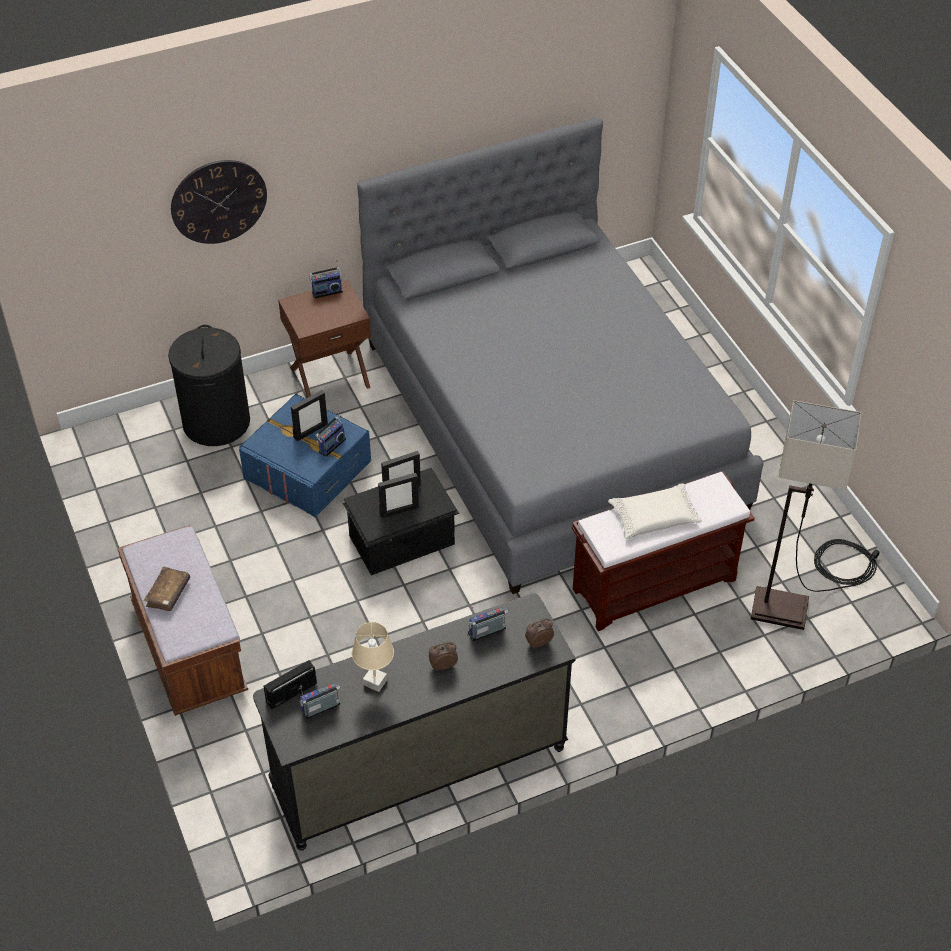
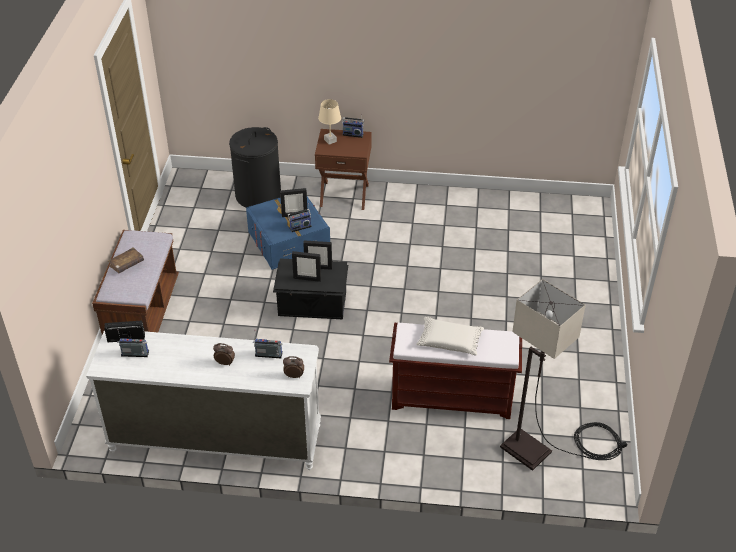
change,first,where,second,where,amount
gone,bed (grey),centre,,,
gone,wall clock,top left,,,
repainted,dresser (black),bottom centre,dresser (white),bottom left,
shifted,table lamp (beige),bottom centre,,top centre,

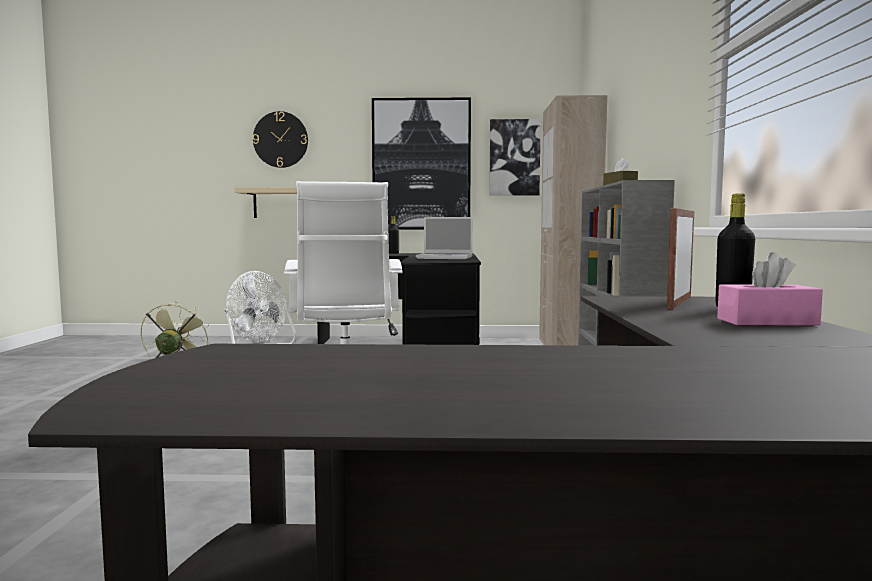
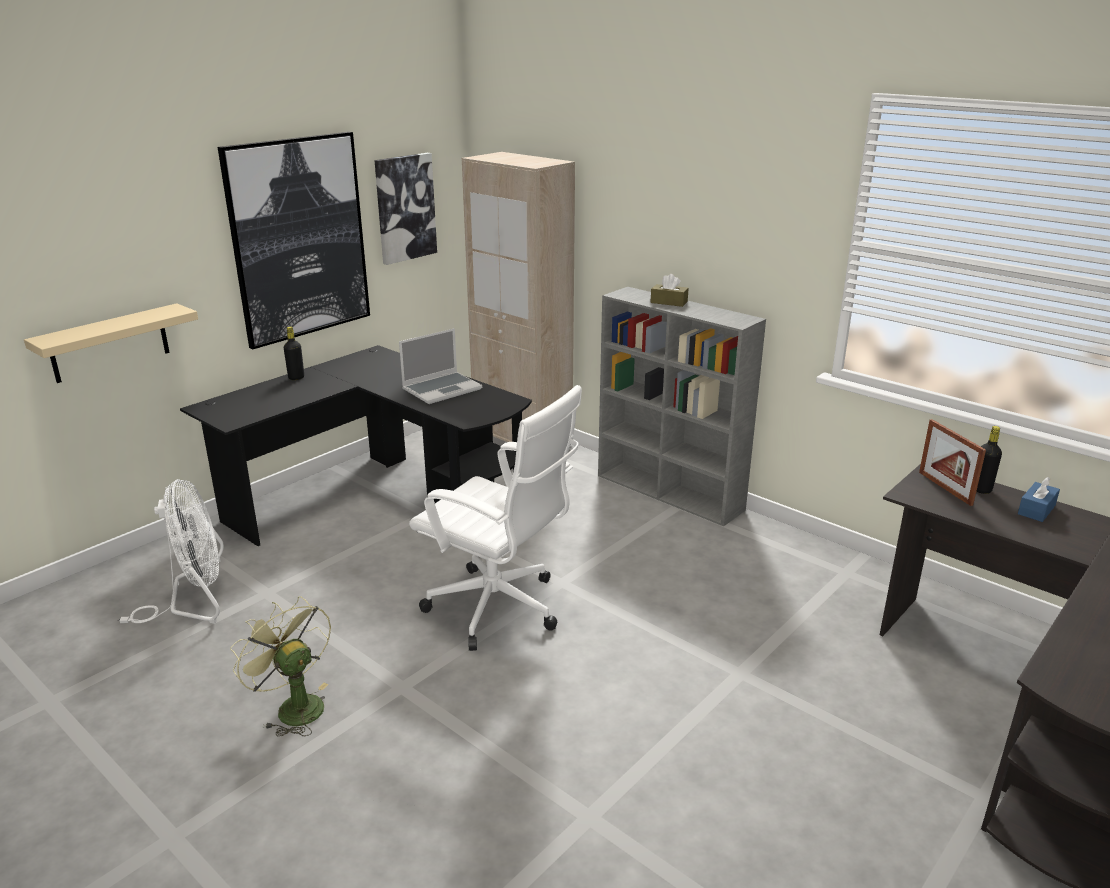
change,first,where,second,where,amount
gone,wall clock,top left,,,
repainted,tissue box (pink),middle right,tissue box (blue),middle right,

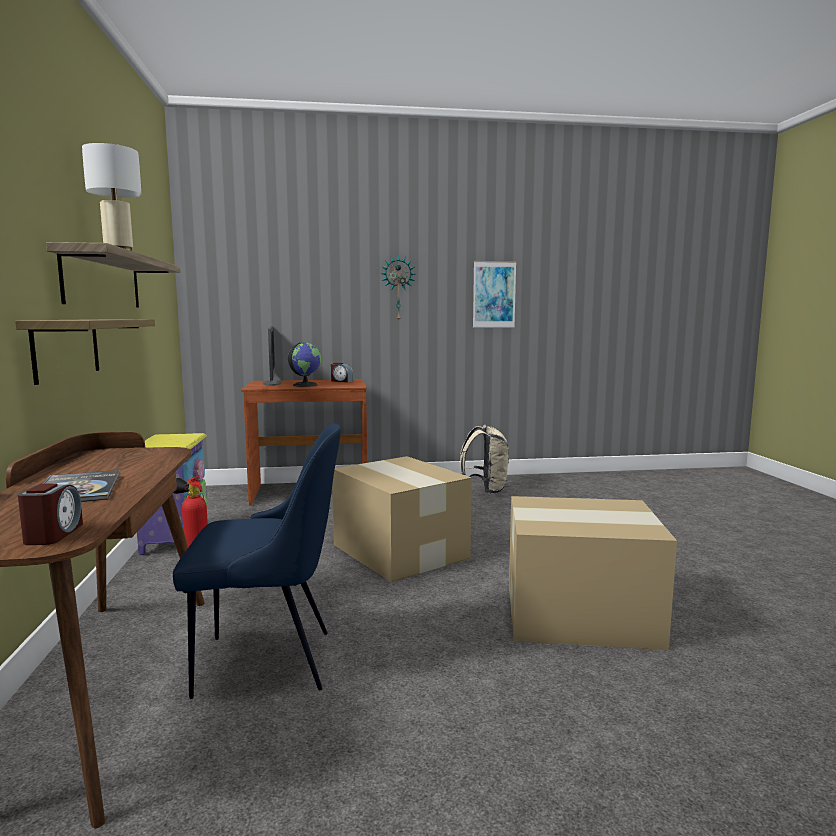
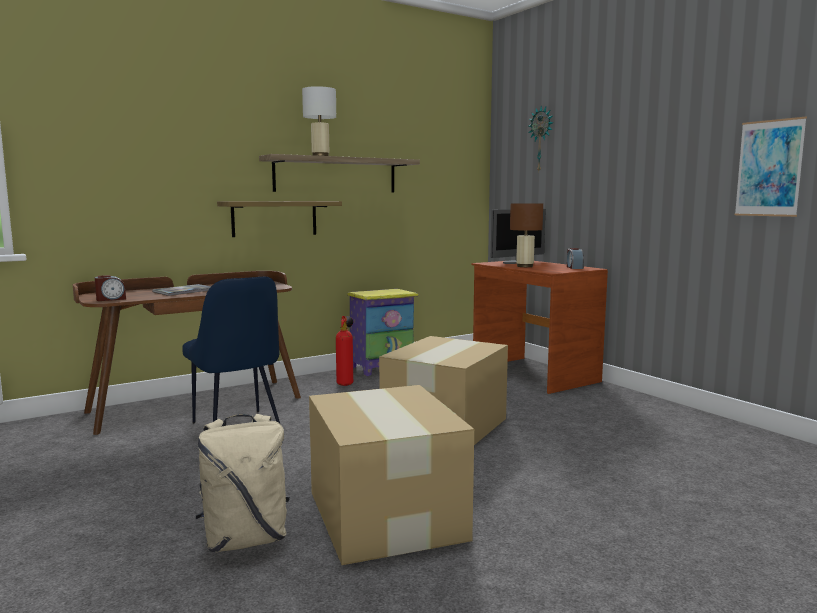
change,first,where,second,where,amount
shifted,wall clock,centre,,top centre,
swapped,globe,centre,table lamp (brown),centre,
shifted,backpack (beige),centre,,bottom left,

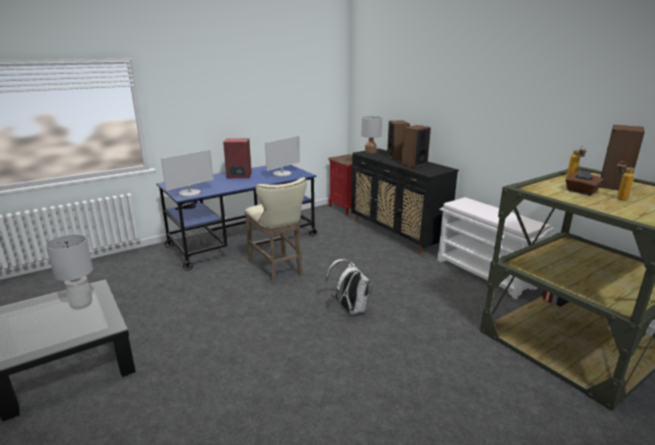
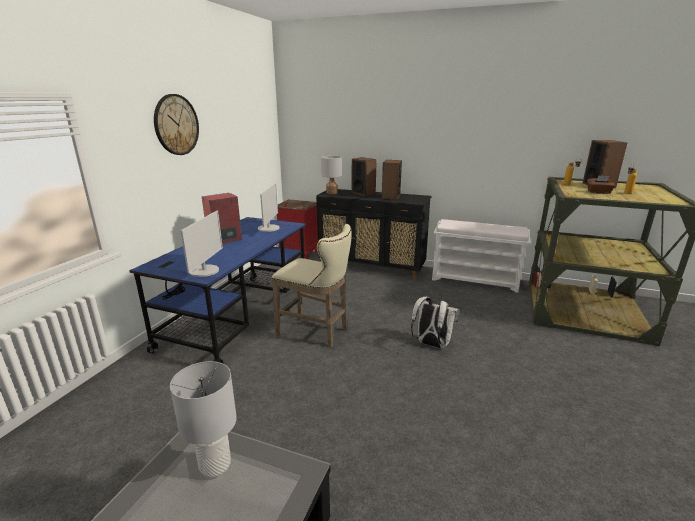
change,first,where,second,where,amount
new,,,wall clock,top left,

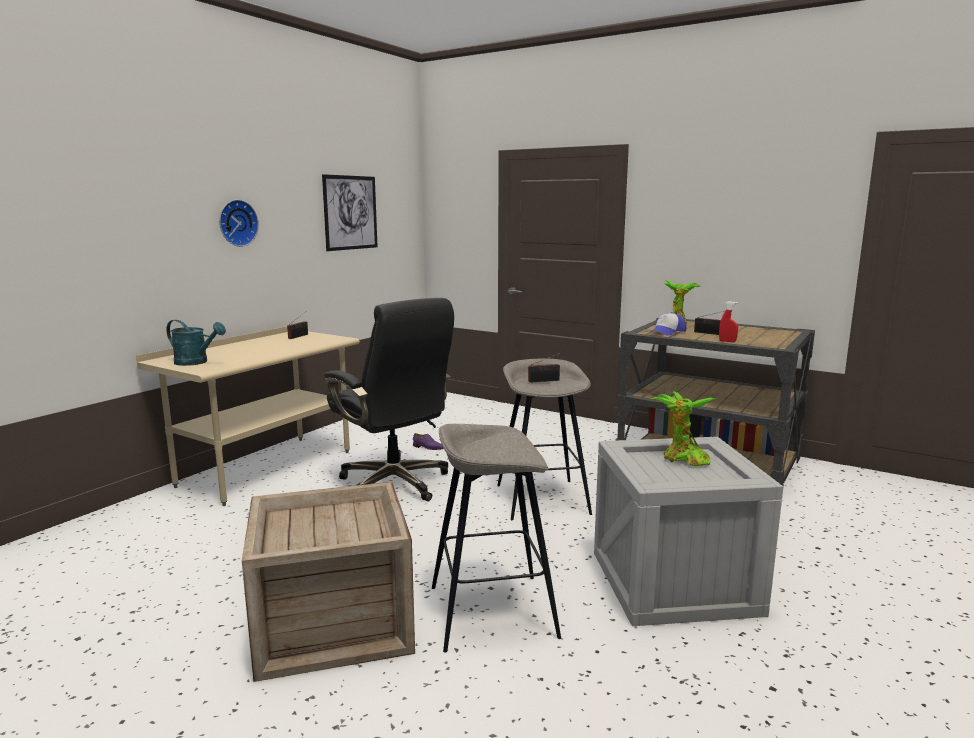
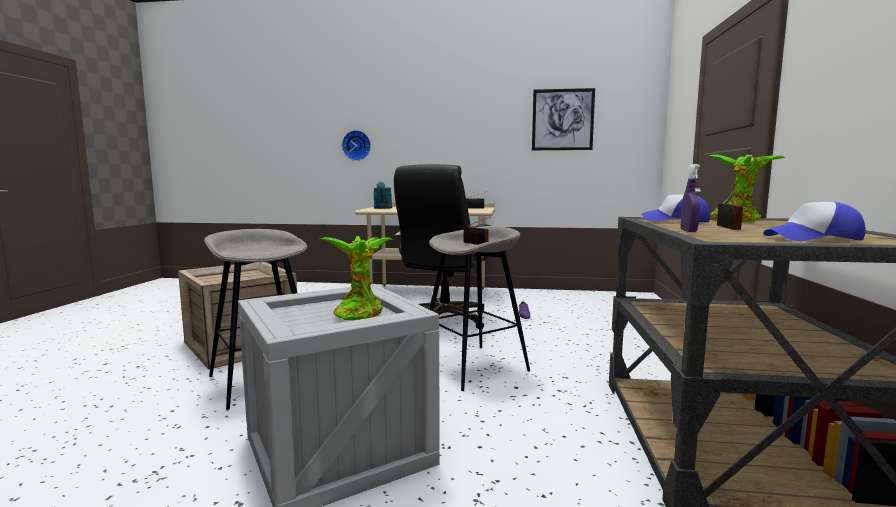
change,first,where,second,where,amount
shifted,wall clock,top left,,top centre,
repainted,spray bottle (red),middle right,spray bottle (purple),middle right,
new,,,cap (no. 2 from left),middle right,

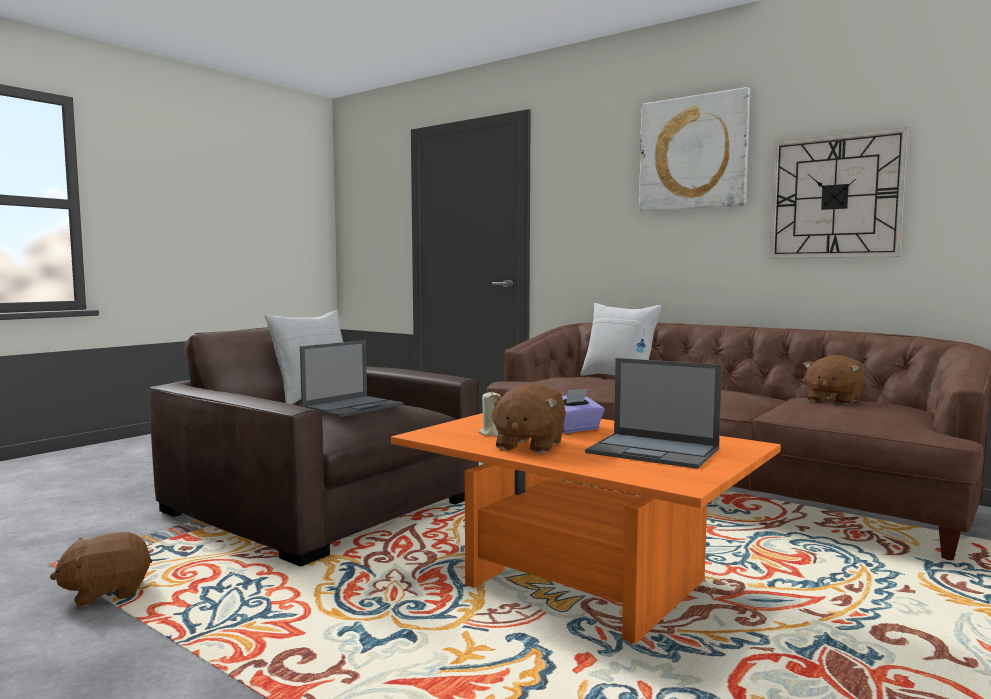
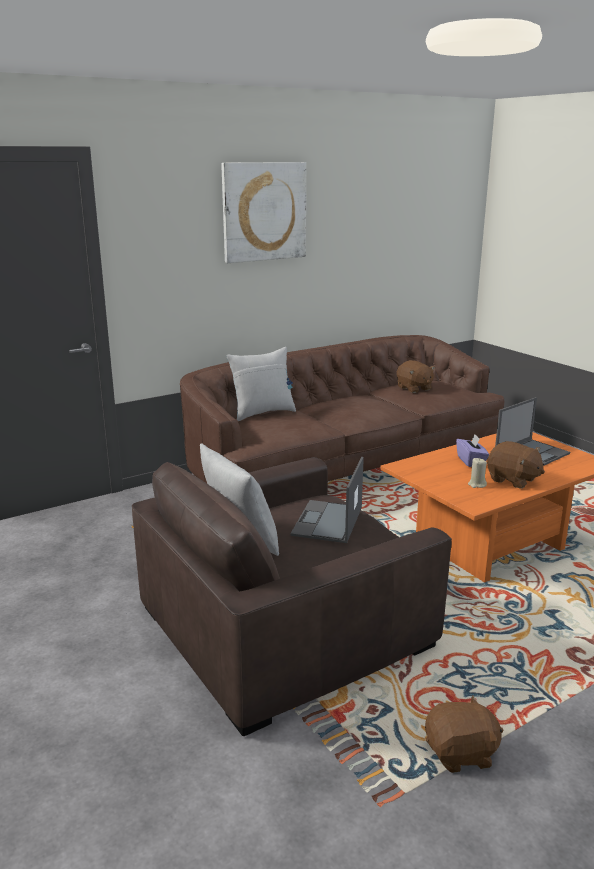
change,first,where,second,where,amount
gone,wall clock,top right,,,
rotated,laptop (no. 1 from left),centre,,centre,135 degrees counterclockwise
rotated,plush toy (brown) (no. 1 from left in the first image),bottom left,plush toy (brown) (no. 2 from left),bottom right,90 degrees counterclockwise

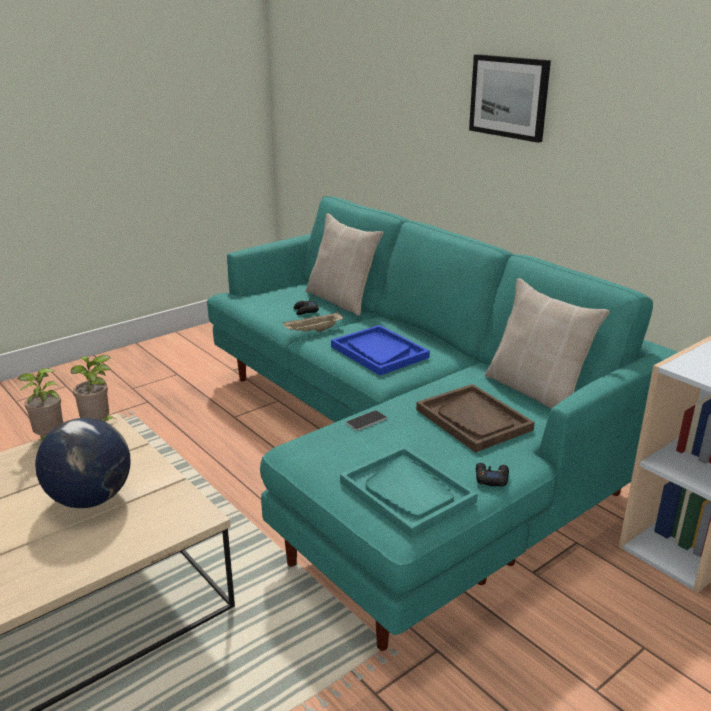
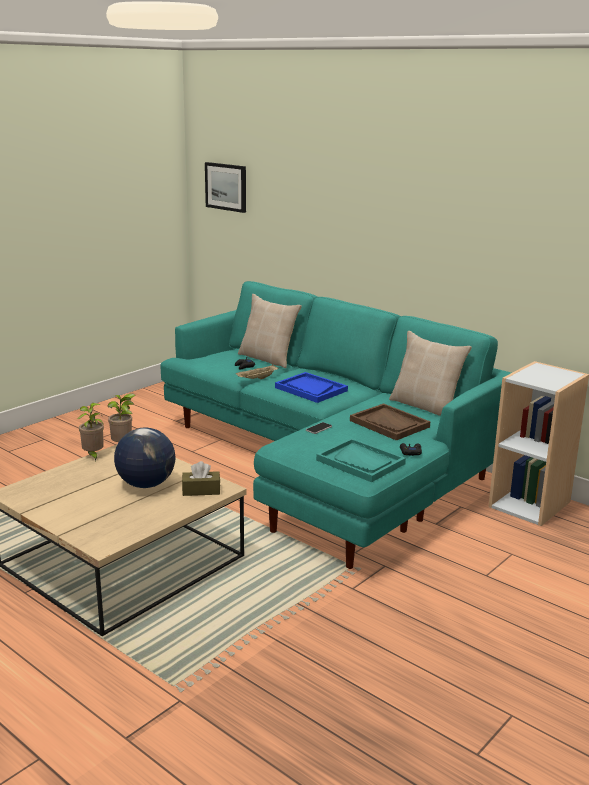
change,first,where,second,where,amount
shifted,picture,top right,,top centre,
new,,,tissue box (brown),centre,

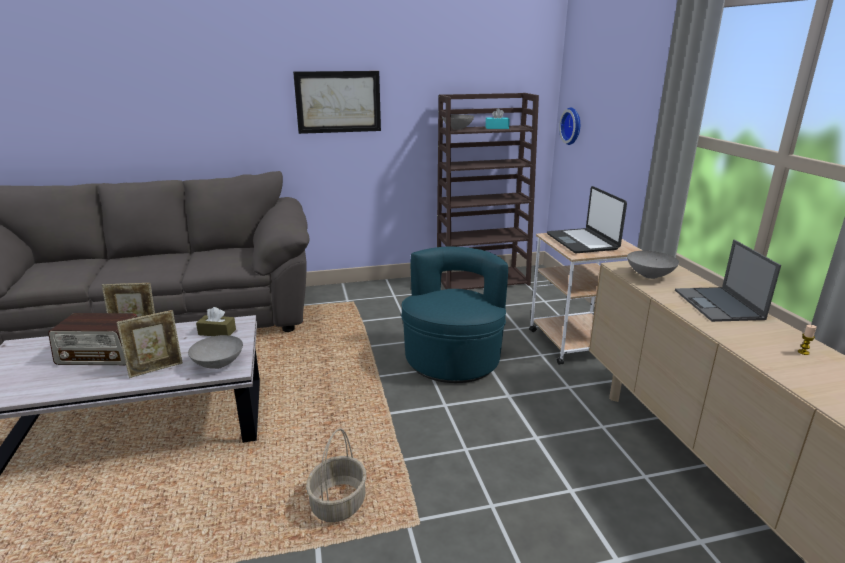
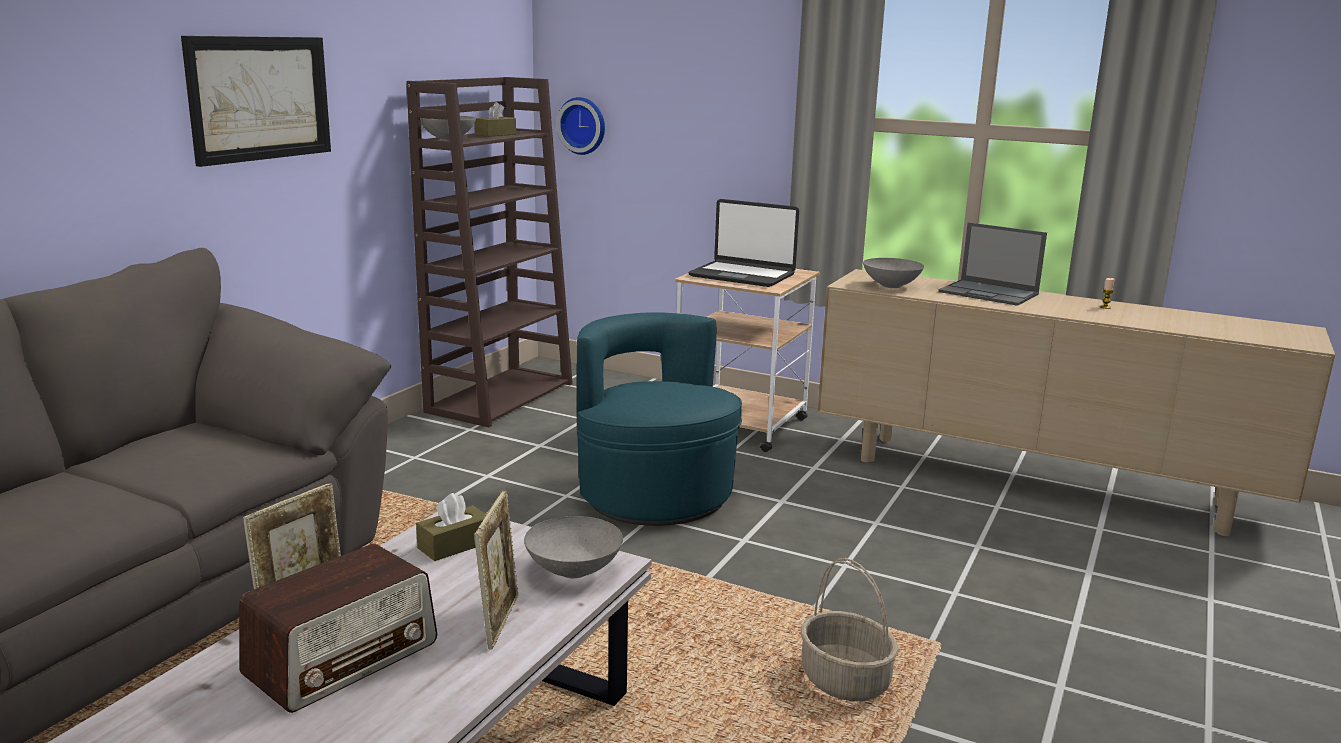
change,first,where,second,where,amount
repainted,tissue box (turquoise),top centre,tissue box (brown) (no. 2 from left),top centre,

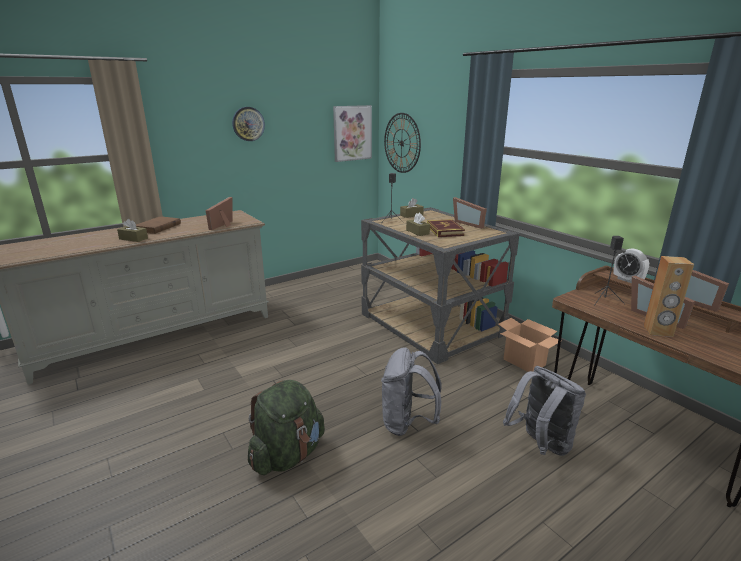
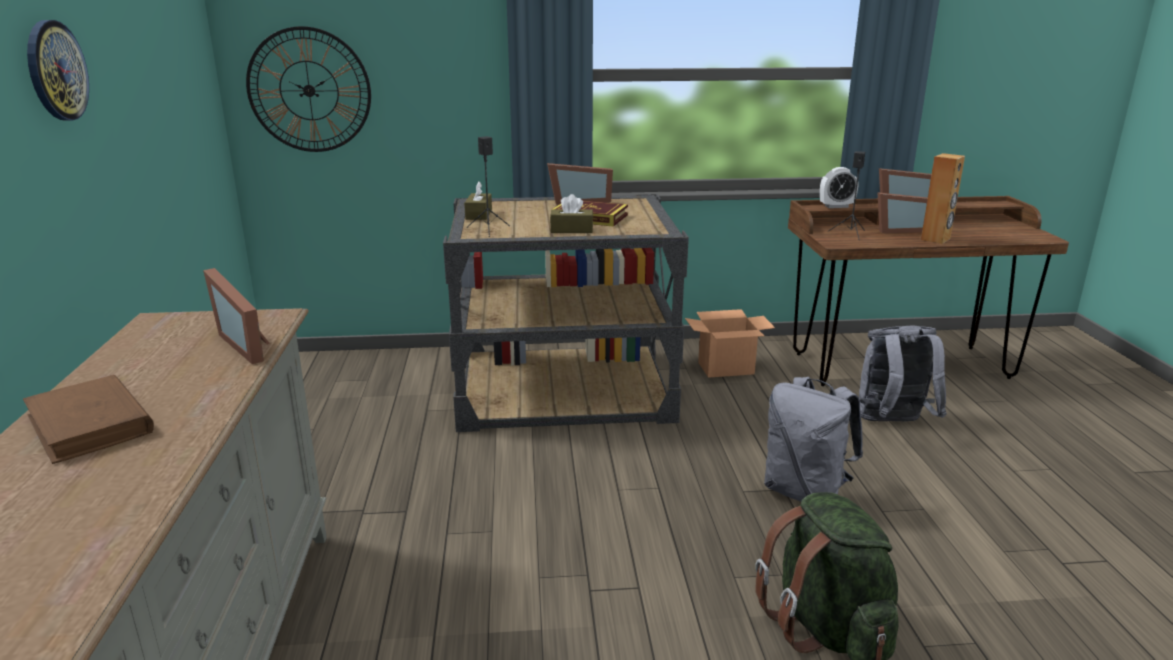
change,first,where,second,where,amount
gone,picture,top centre,,,
gone,tissue box (brown) (no. 1 from left),middle left,,,

